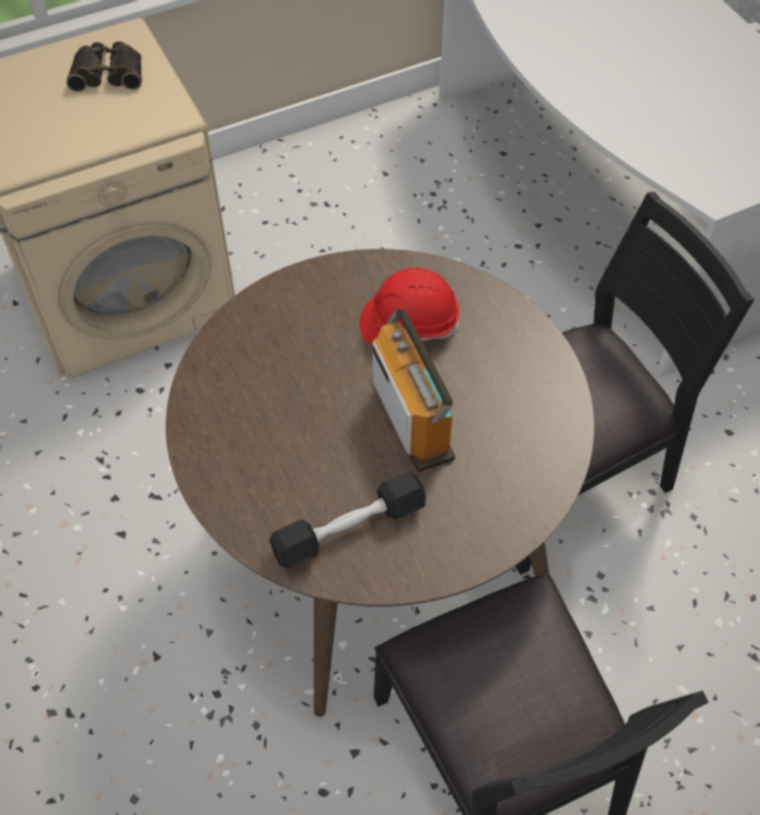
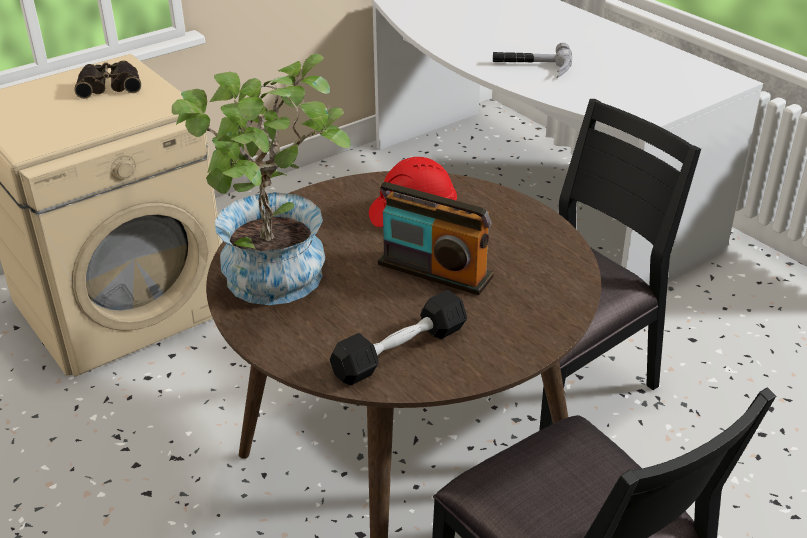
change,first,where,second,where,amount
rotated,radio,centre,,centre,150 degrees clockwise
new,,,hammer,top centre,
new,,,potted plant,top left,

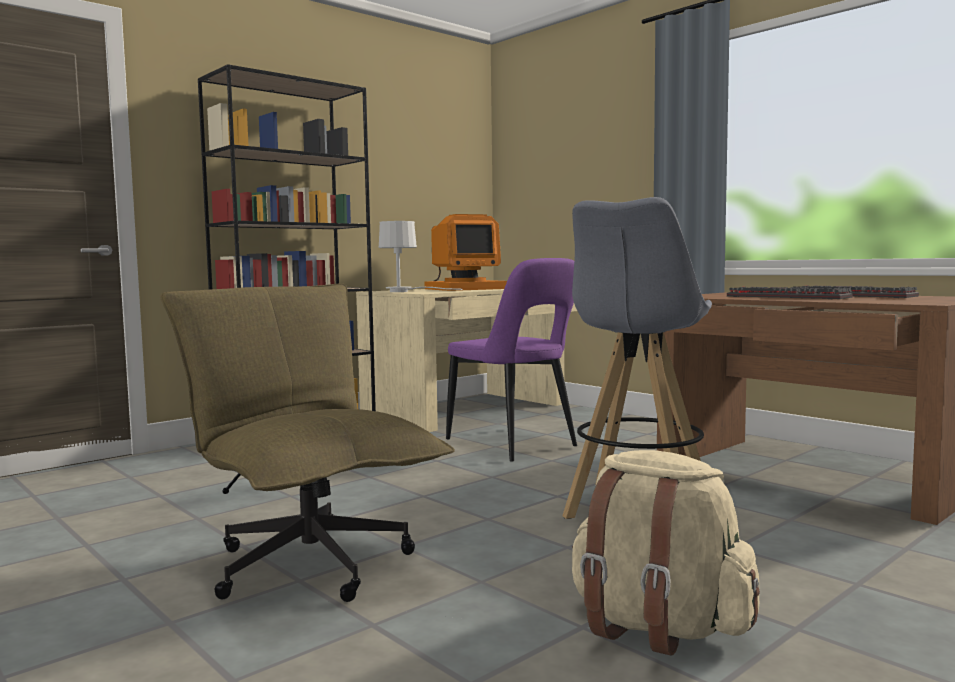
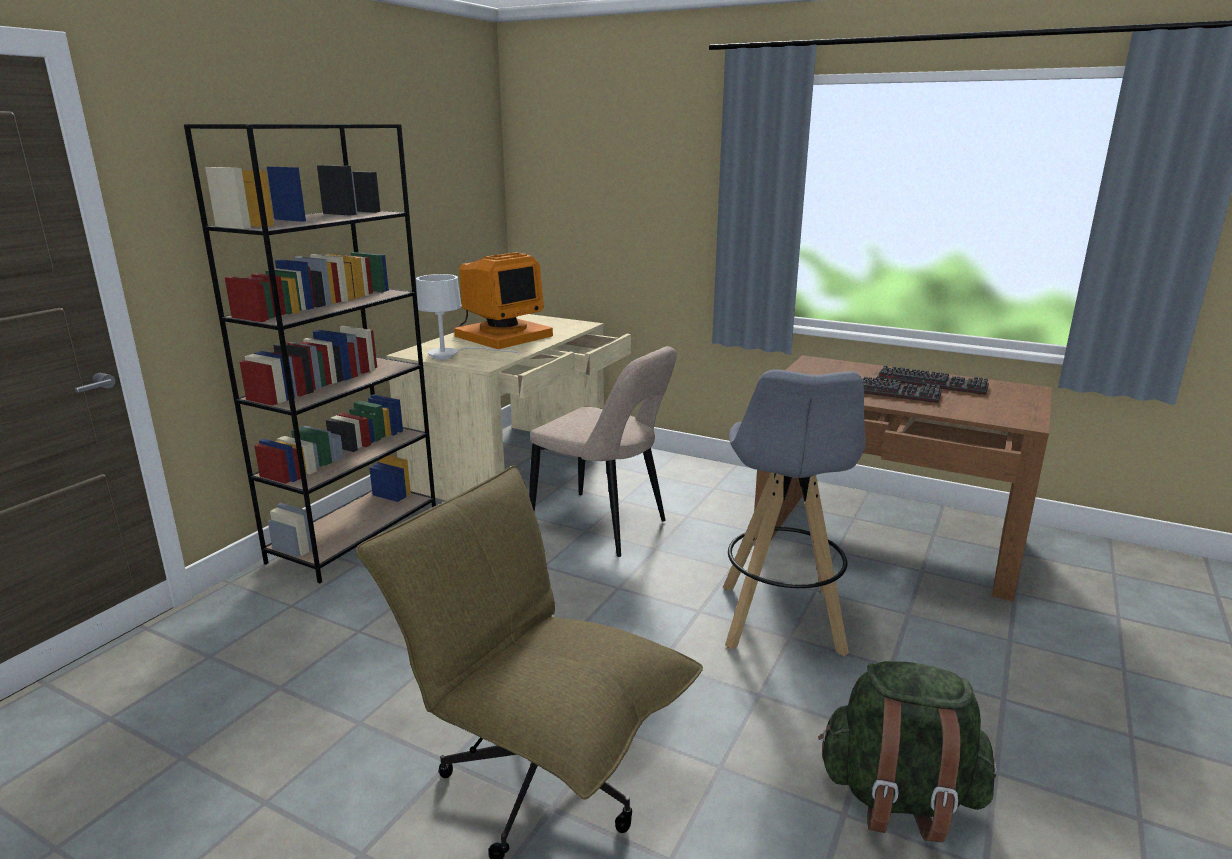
change,first,where,second,where,amount
repainted,chair (purple),centre,chair (beige),centre,
repainted,backpack (beige),bottom right,backpack (green),bottom right,

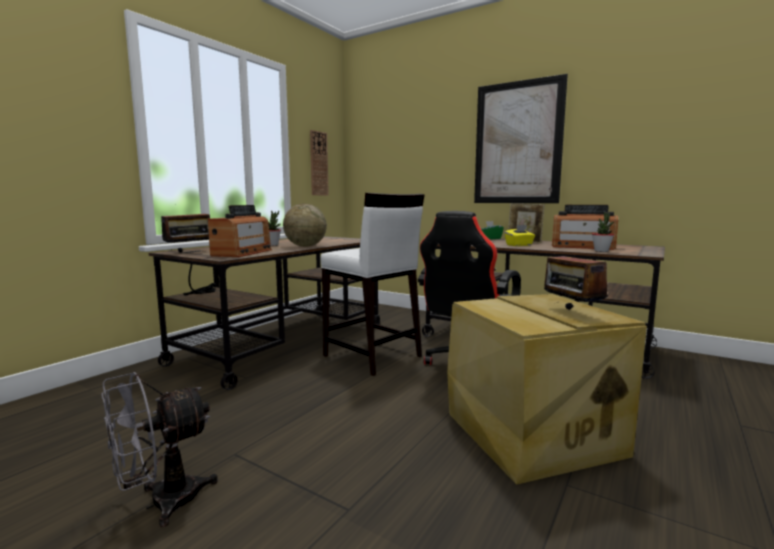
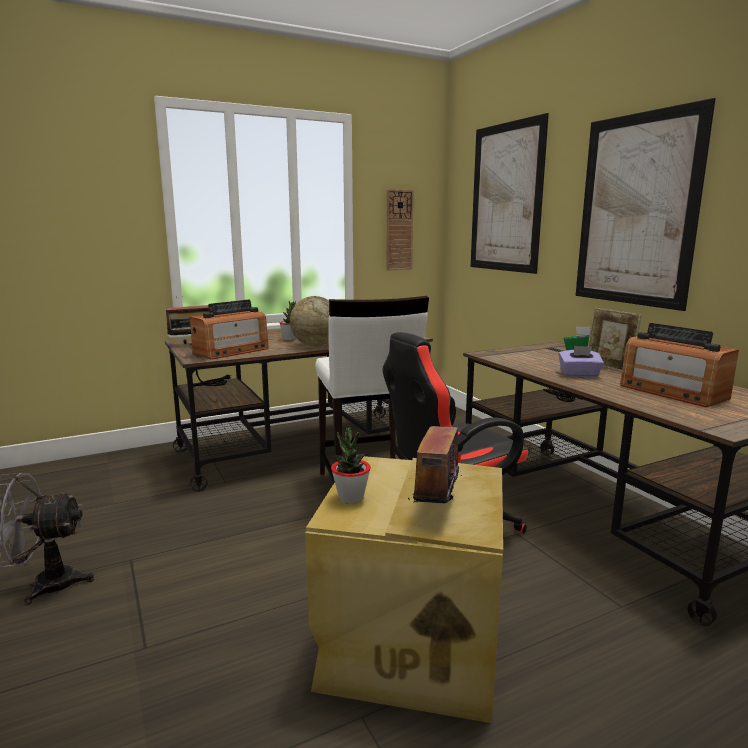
change,first,where,second,where,amount
shifted,potted plant (no. 2 from left),middle right,,centre,
repainted,tissue box (yellow),middle right,tissue box (purple),middle right,
new,,,picture (no. 1 from left),top right,

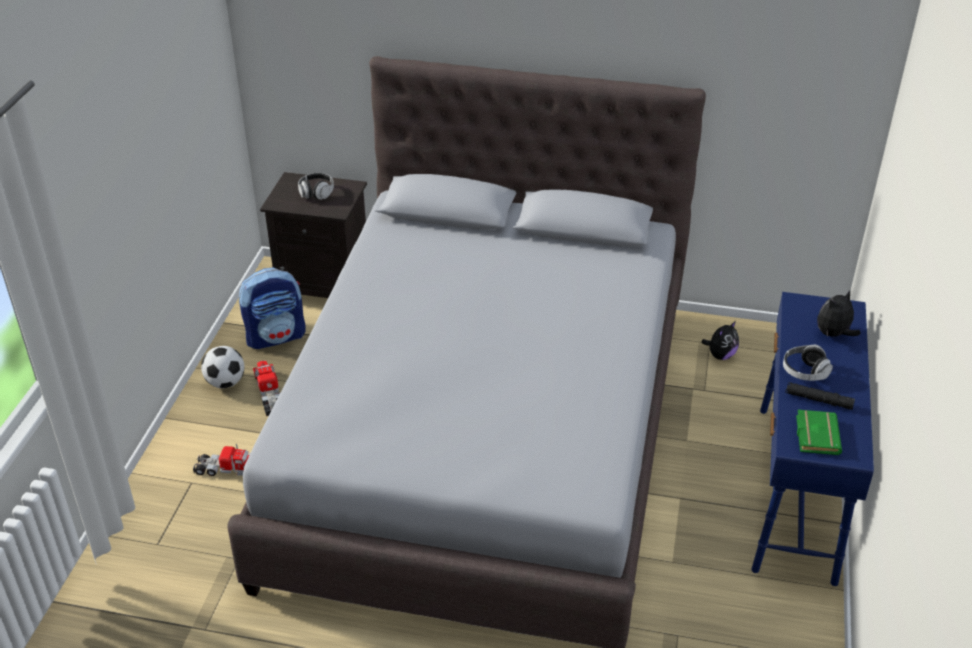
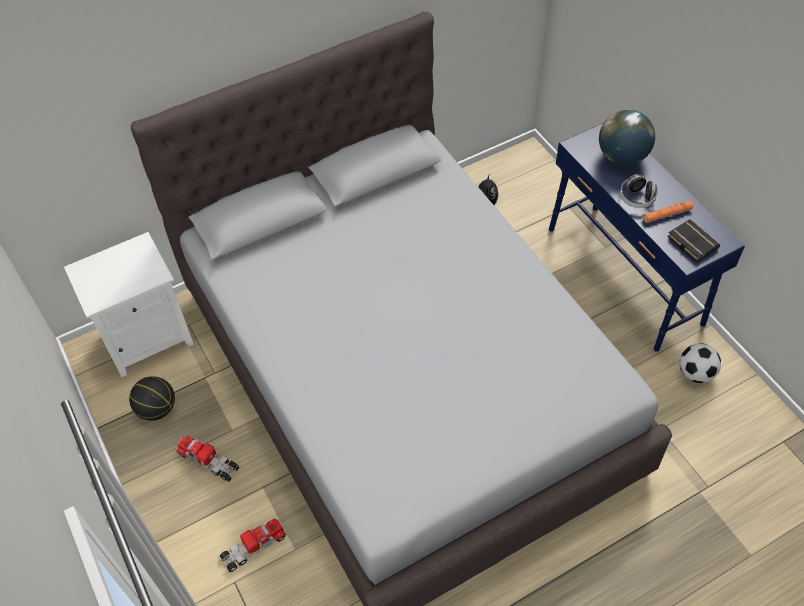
change,first,where,second,where,amount
repainted,nightstand (black),middle left,nightstand (white),middle left,
gone,headphones (no. 1 from left),top left,,,
swapped,backpack,middle left,basketball,middle left,
swapped,plush toy (no. 2 from left),middle right,globe,top right,
shifted,football,middle left,,middle right,
repainted,flashlight (black),middle right,flashlight (orange),middle right,
repainted,book (green),bottom right,book (black),middle right,

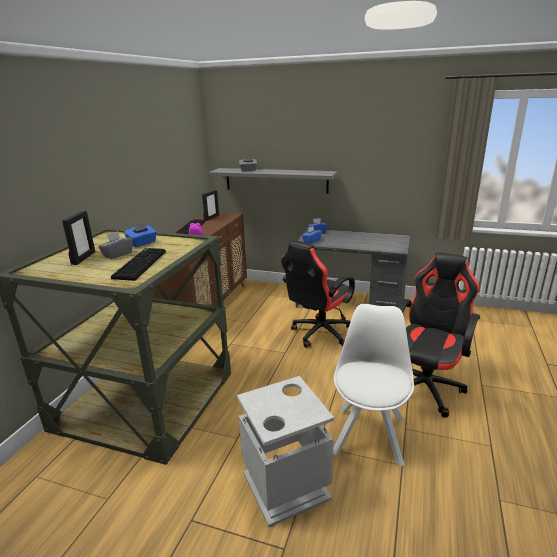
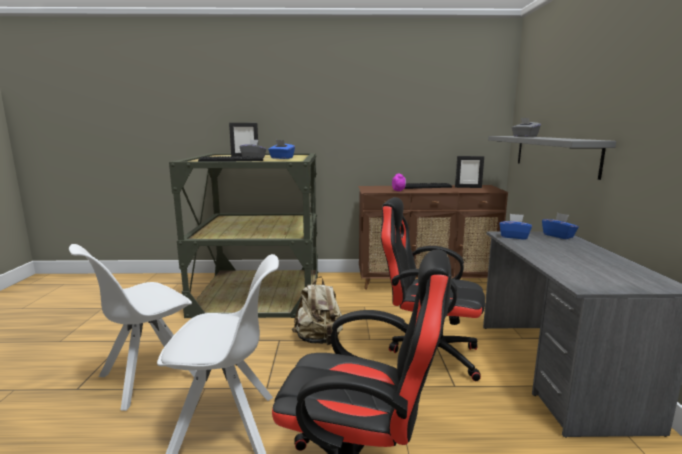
change,first,where,second,where,amount
swapped,trash can (grey),bottom centre,chair (white) (no. 1 from left),bottom left,
new,,,backpack (beige),bottom centre,

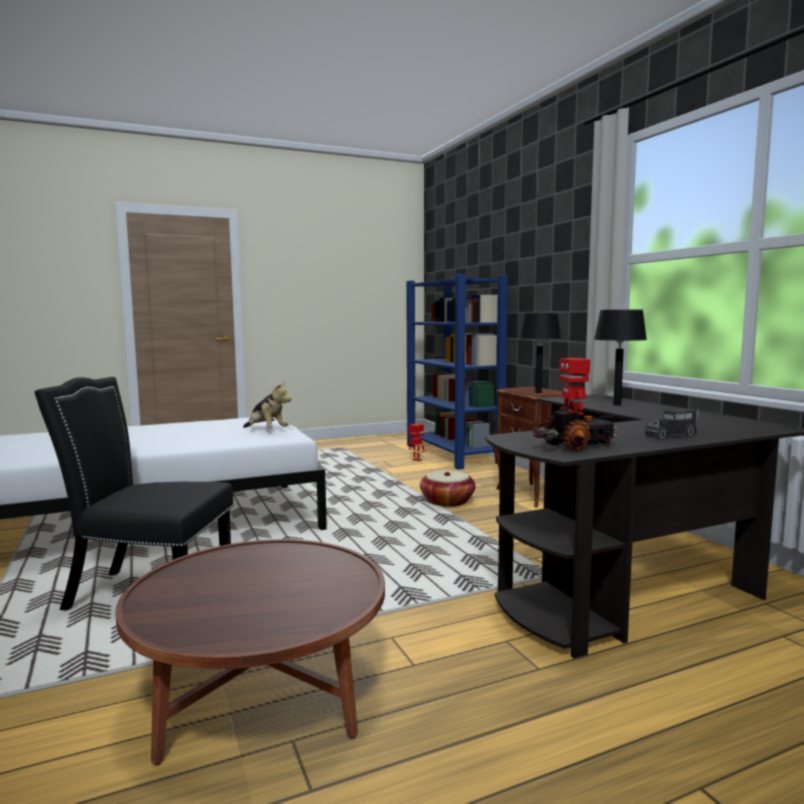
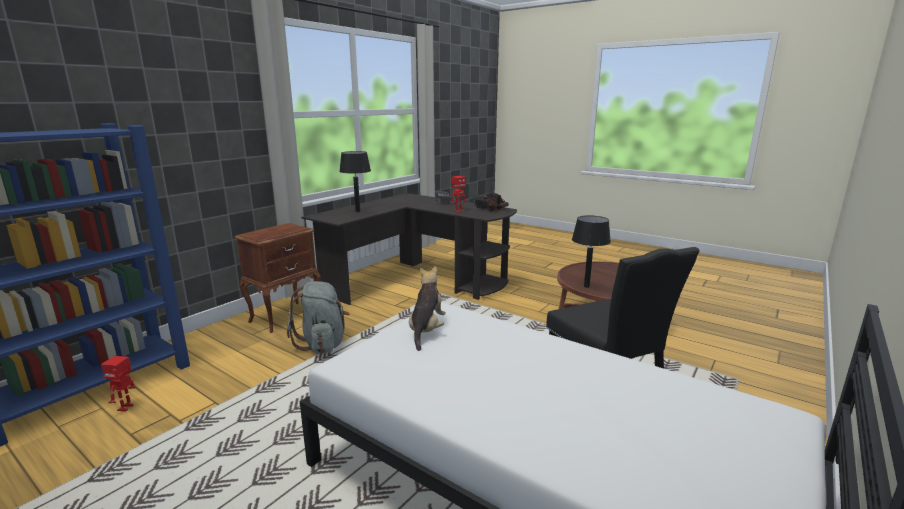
change,first,where,second,where,amount
shifted,table lamp (black) (no. 1 from left in the first image),middle right,table lamp (black) (no. 2 from left),centre,
swapped,basket,centre,backpack (grey),centre,

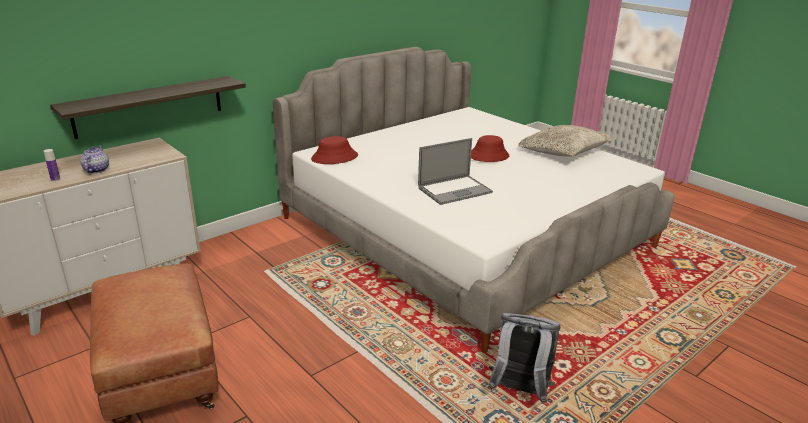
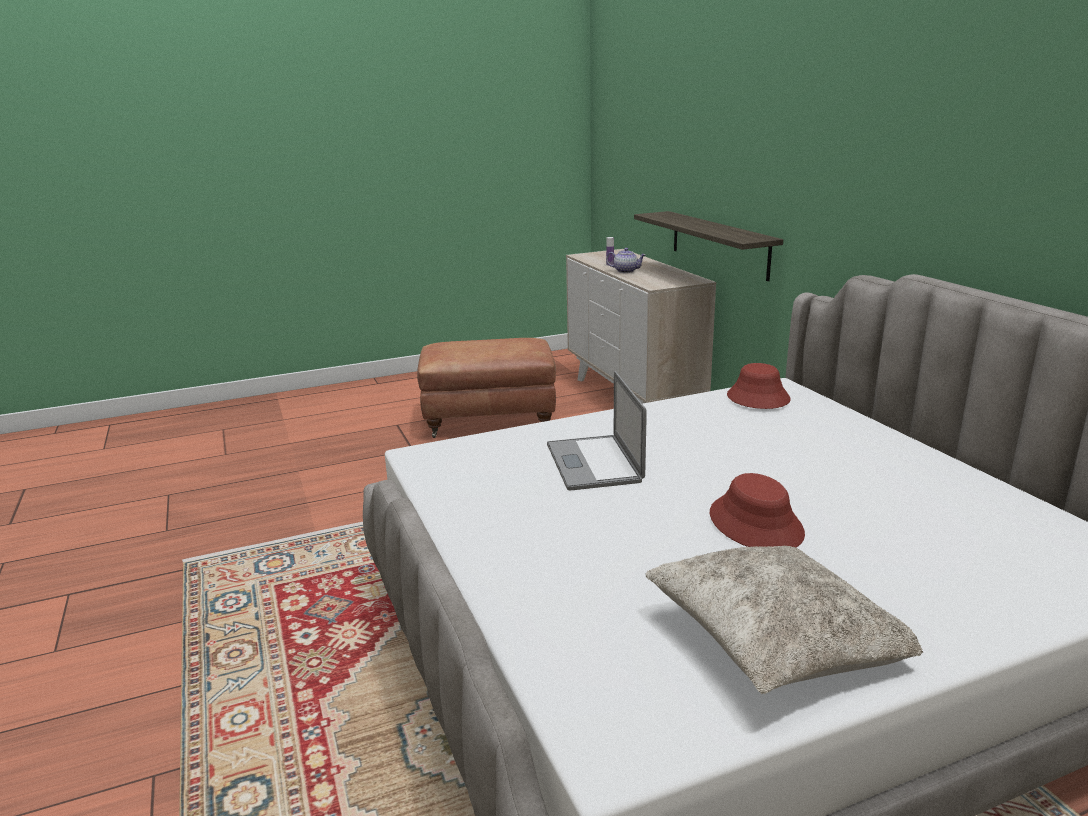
change,first,where,second,where,amount
gone,backpack (grey),bottom centre,,,

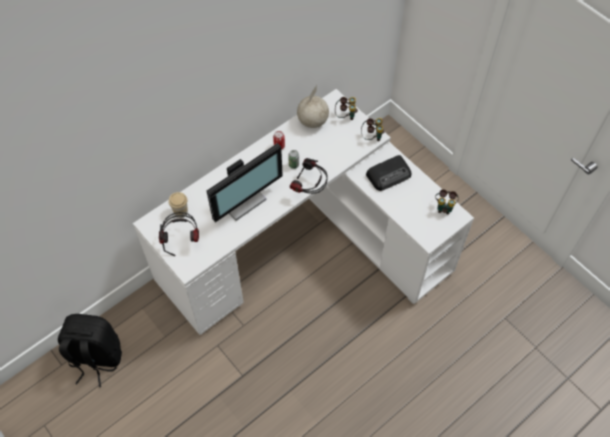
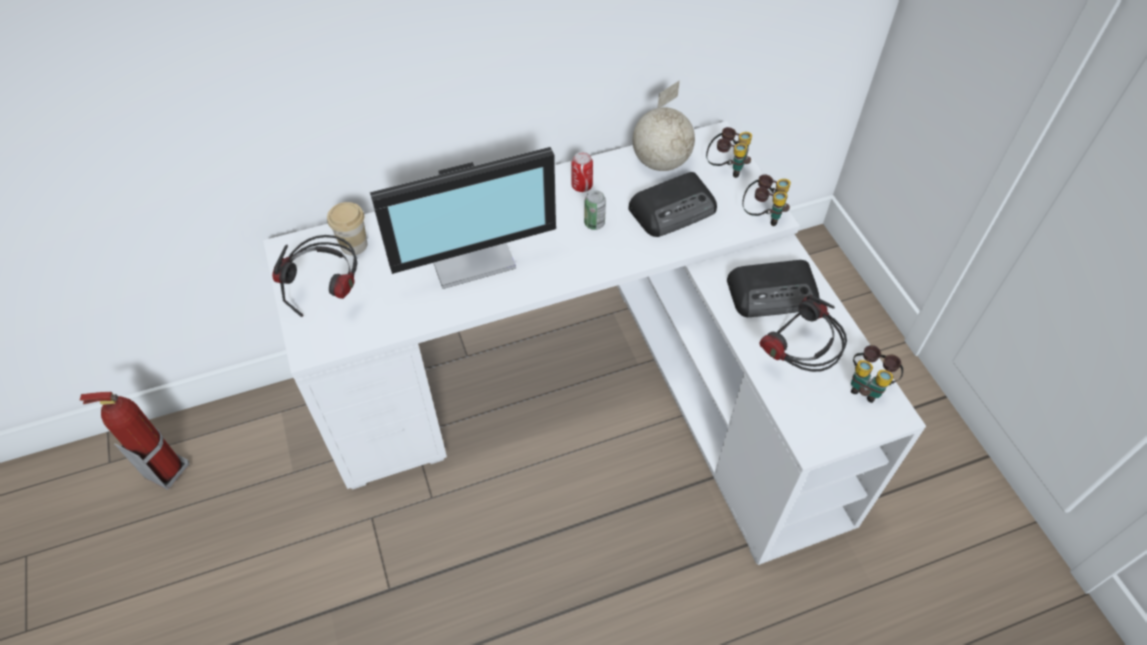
change,first,where,second,where,amount
shifted,headphones (no. 2 from left),centre,,middle right,
swapped,backpack (black),bottom left,fire extinguisher,bottom left,
new,,,radio (no. 1 from left),top centre,

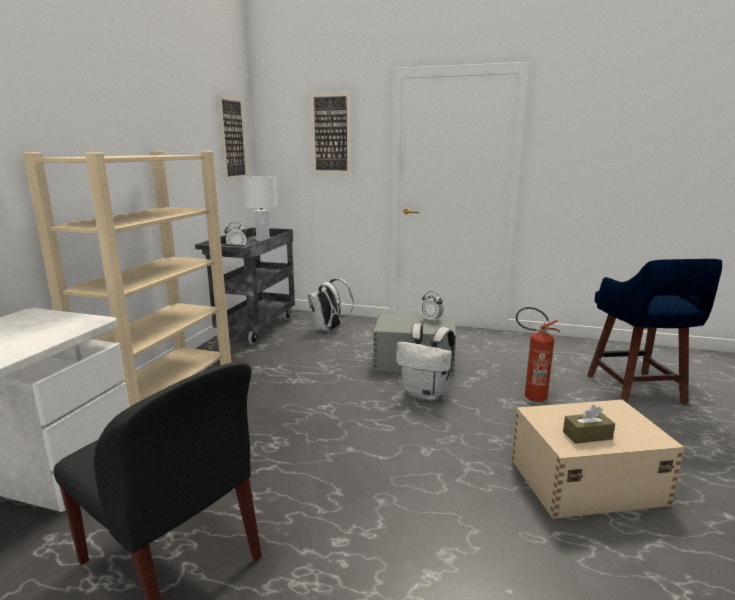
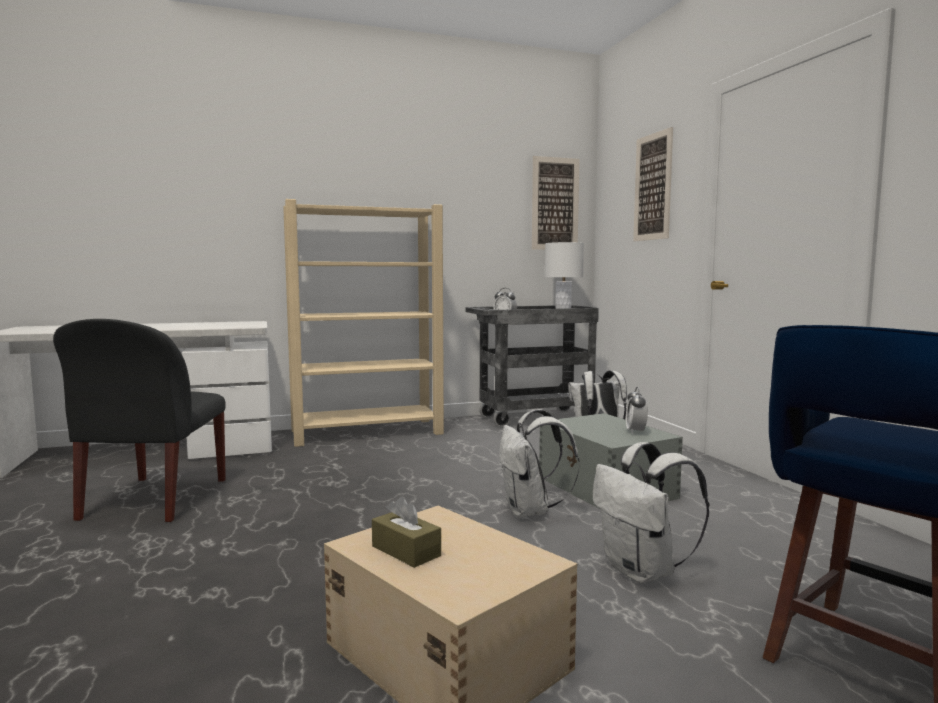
change,first,where,second,where,amount
swapped,fire extinguisher,middle right,backpack (white) (no. 3 from left),bottom right,

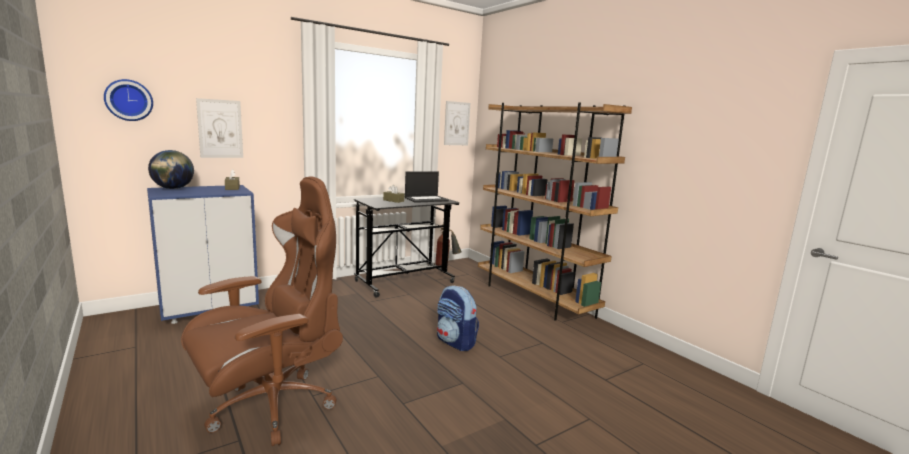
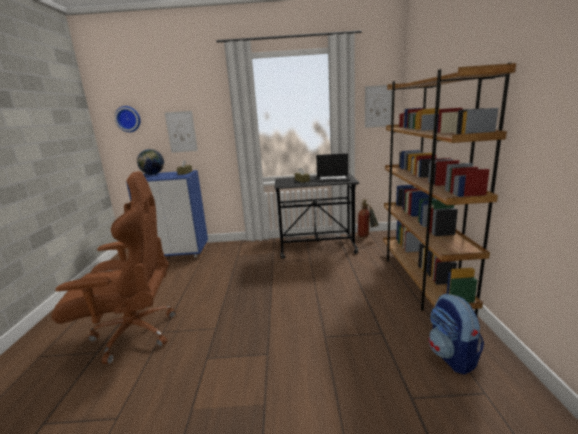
change,first,where,second,where,amount
shifted,backpack,bottom centre,,bottom right,

